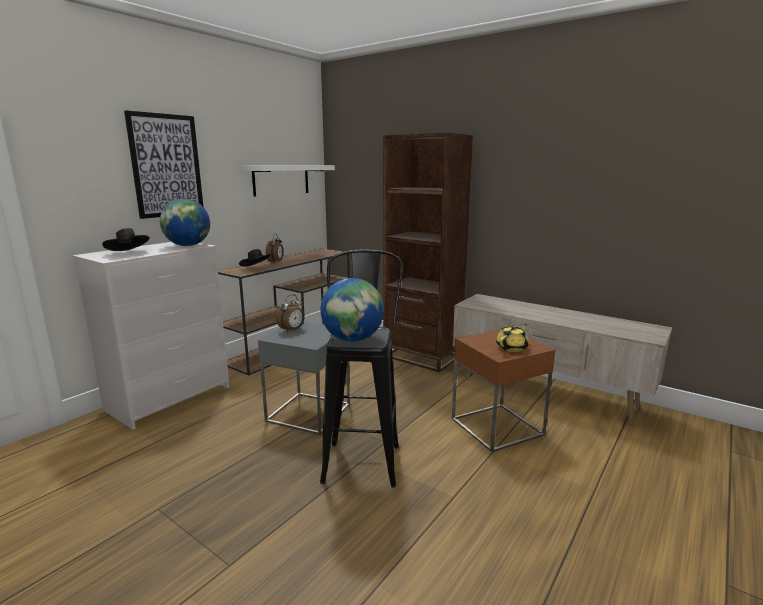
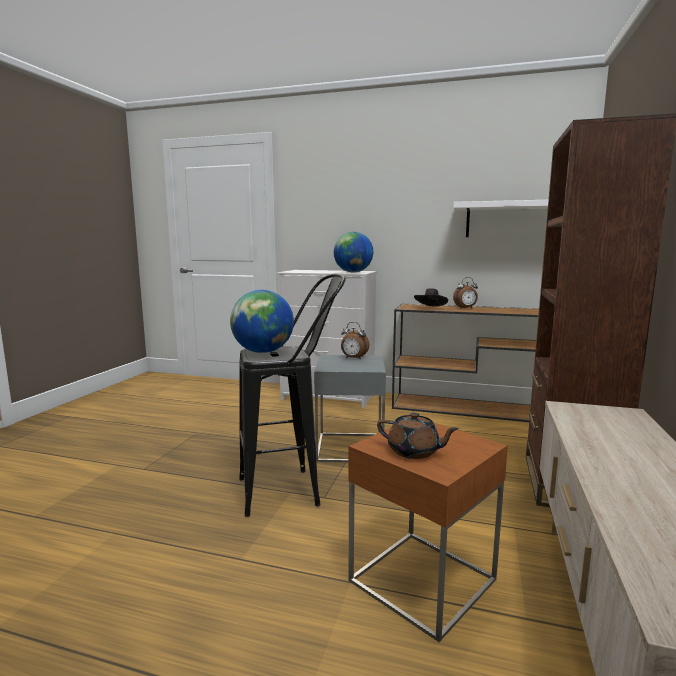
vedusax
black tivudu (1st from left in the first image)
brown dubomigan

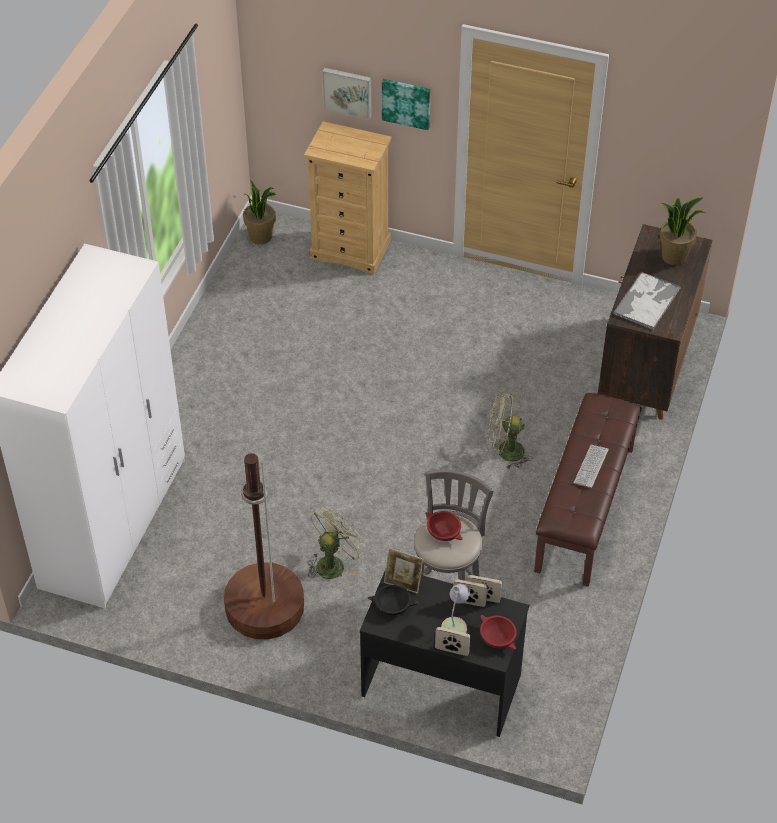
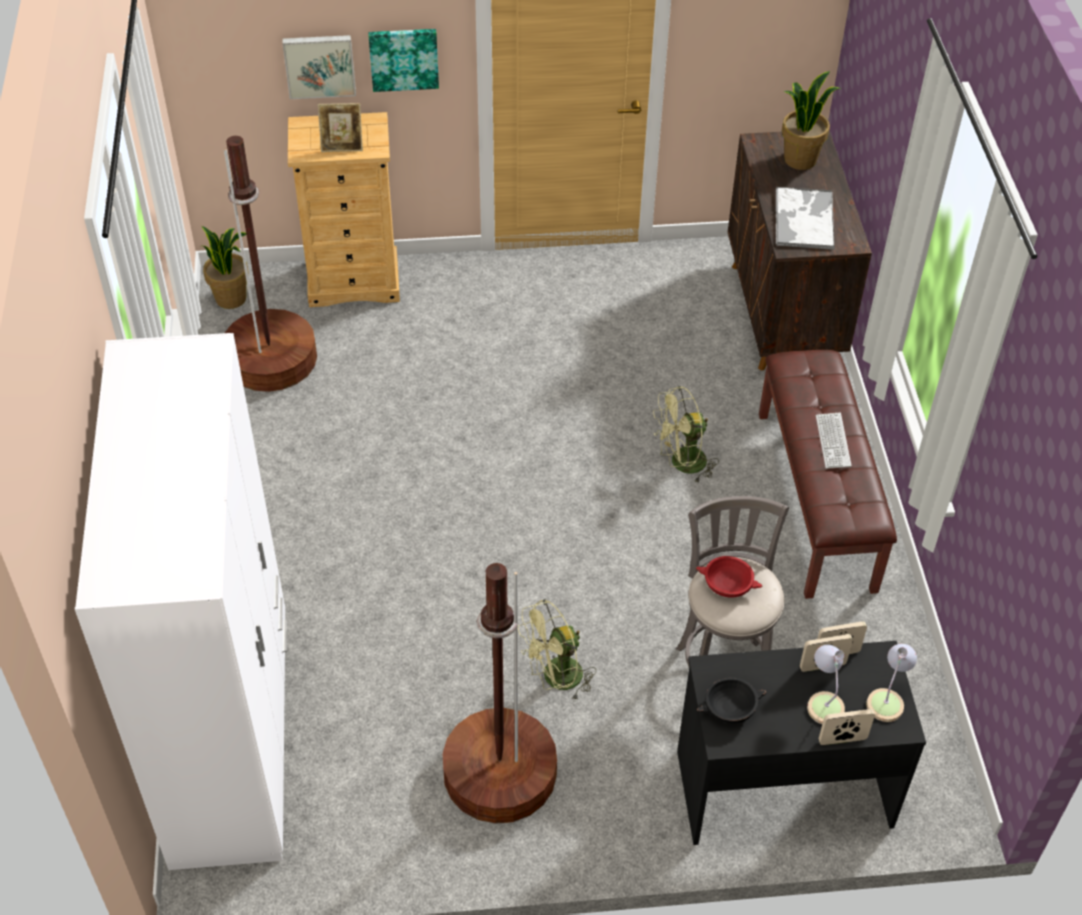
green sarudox (1st from left)
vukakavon (1st from left)
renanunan (2nd from left)
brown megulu (1st from left)

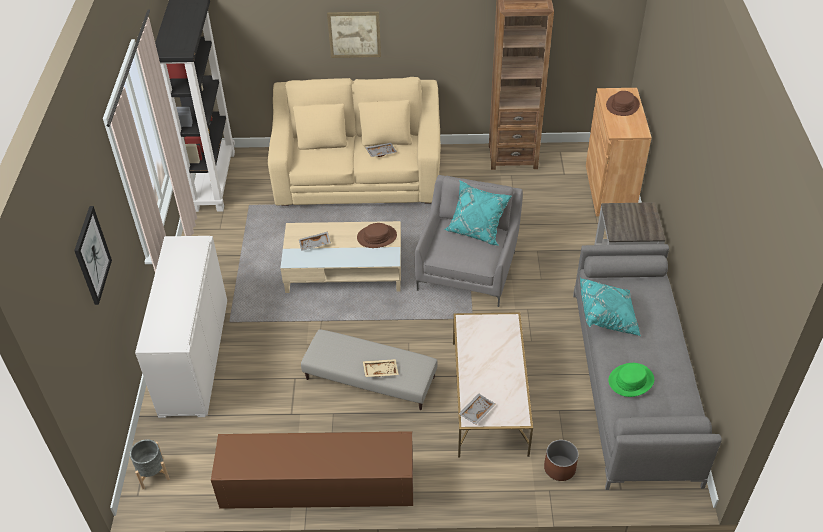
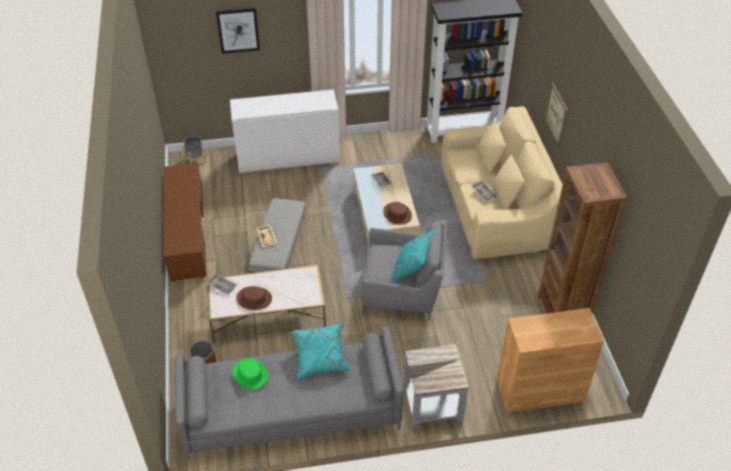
brown tivudu (1st from left)

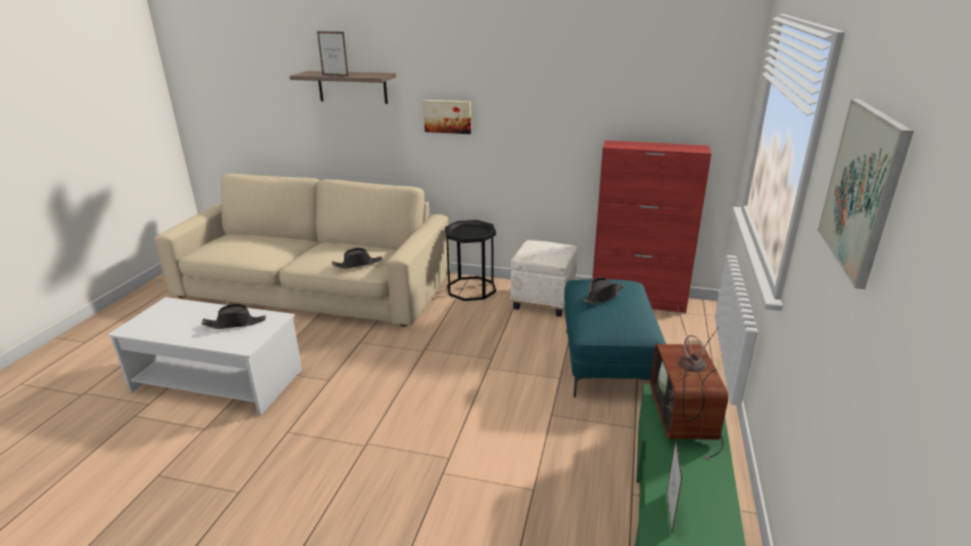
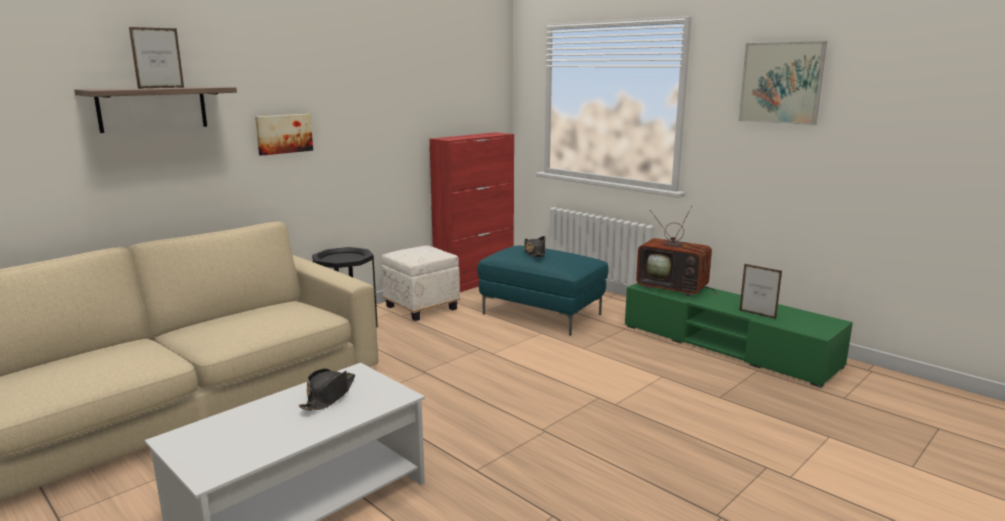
black tivudu (2nd from left in the first image)

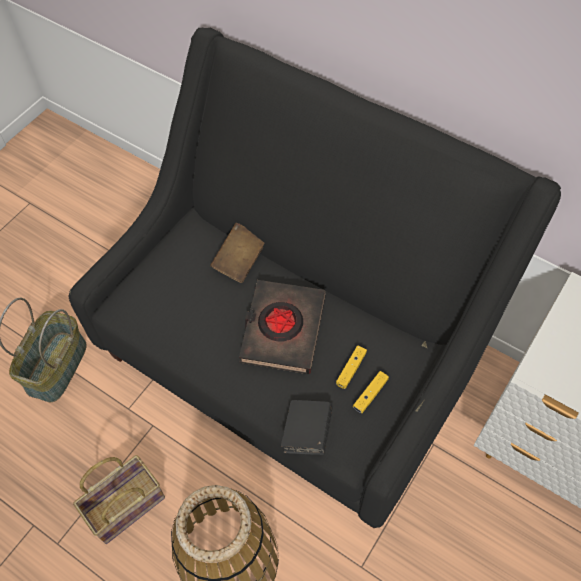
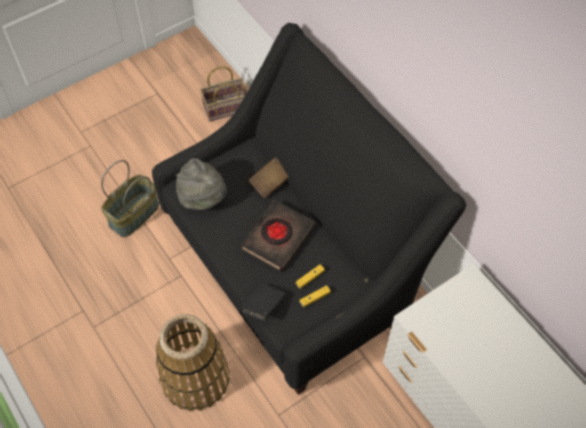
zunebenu (3rd from left)
grey tivudu

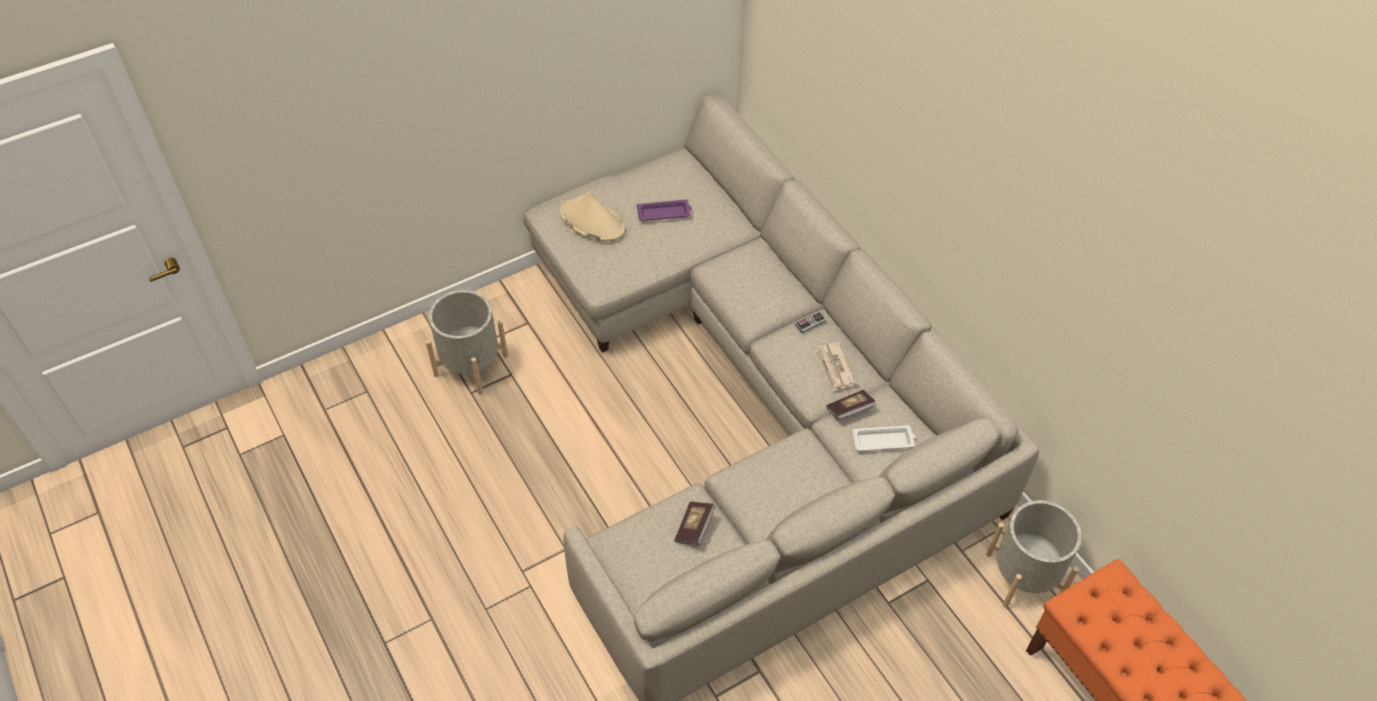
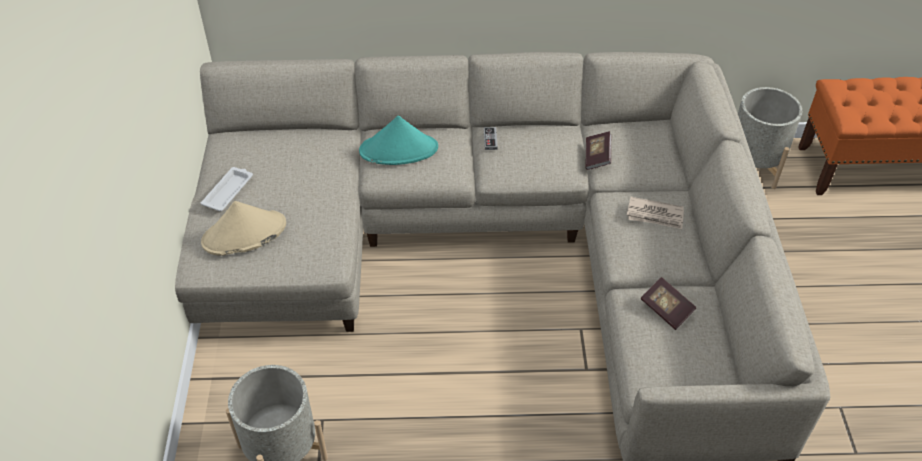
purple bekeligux
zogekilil
white bekeligux
turquoise tivudu

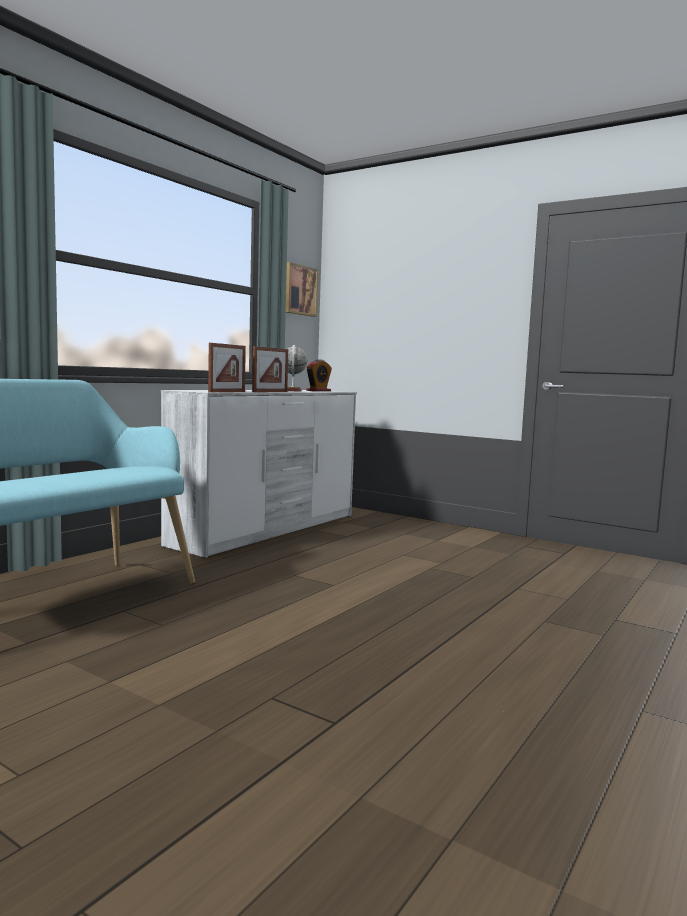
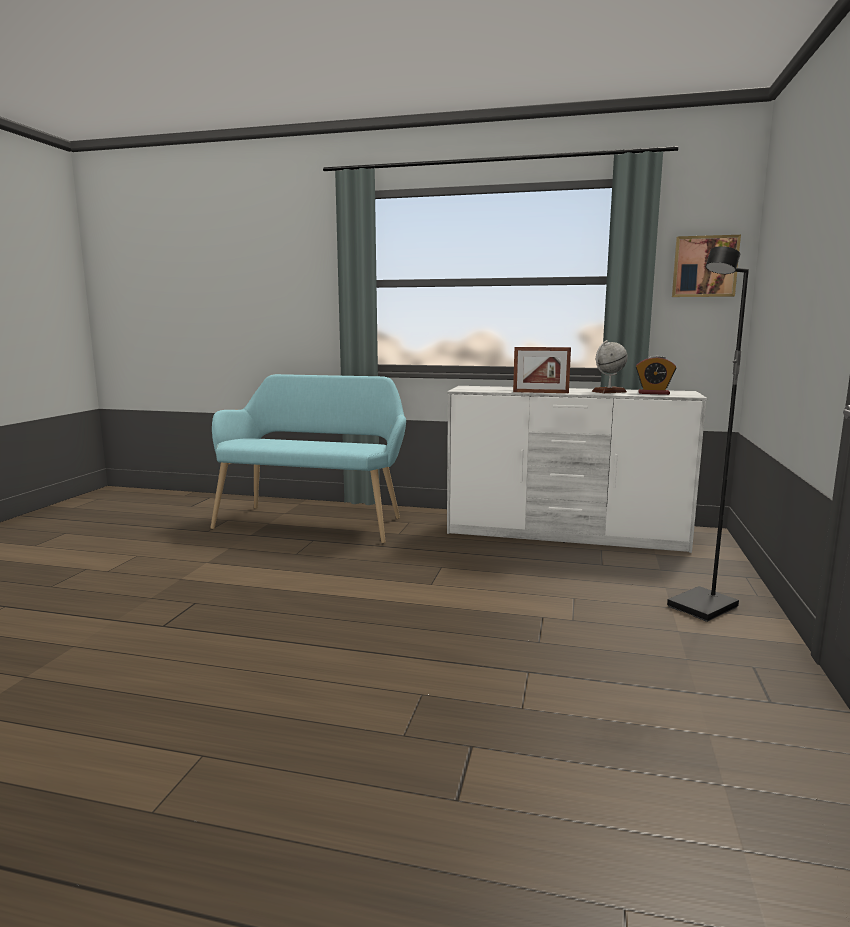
vukakavon (1st from left in the first image)
black megulu

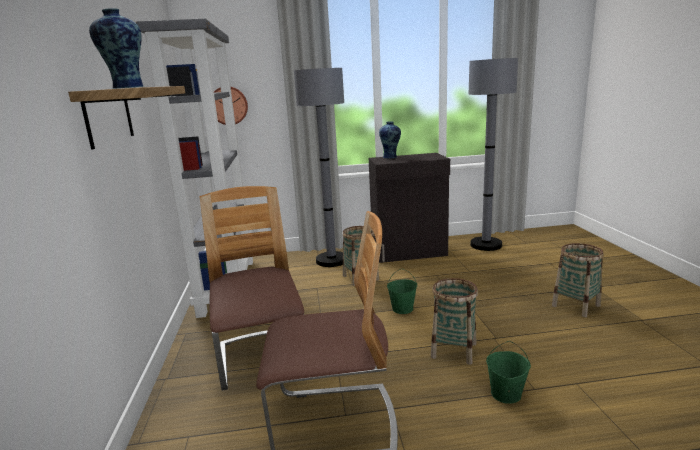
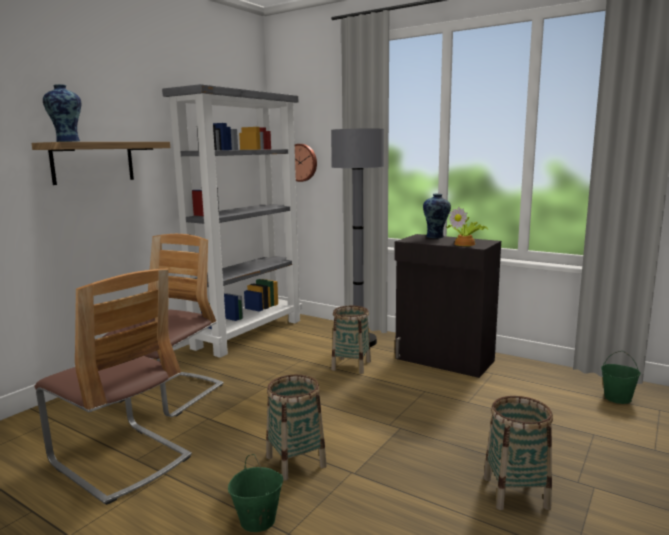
grey megulu (2nd from left in the first image)
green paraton (2nd from left)
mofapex

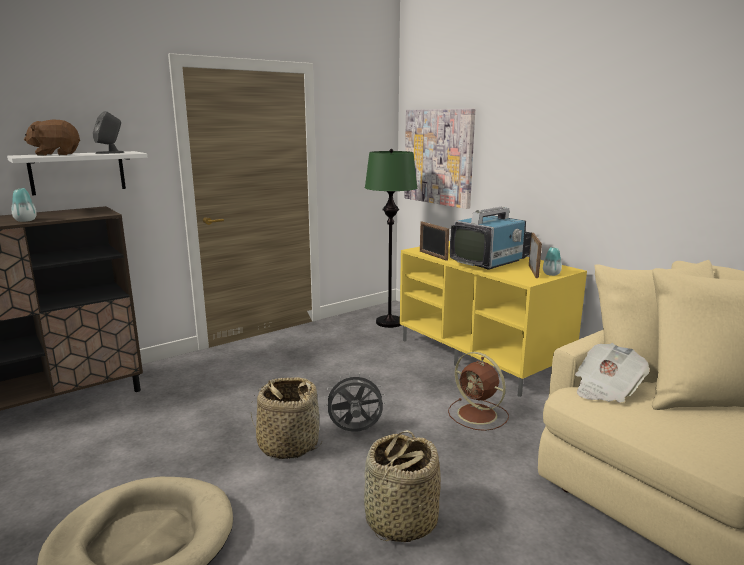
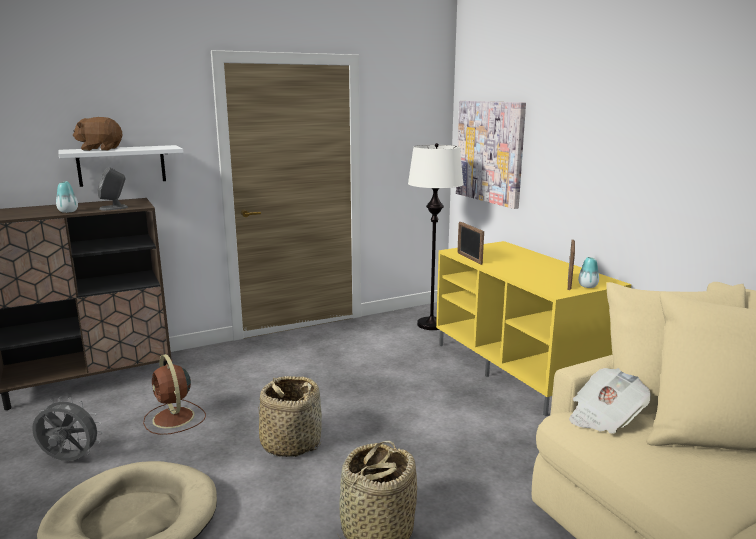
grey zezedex
white megulu
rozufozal
brown sarudox
grey sarudox

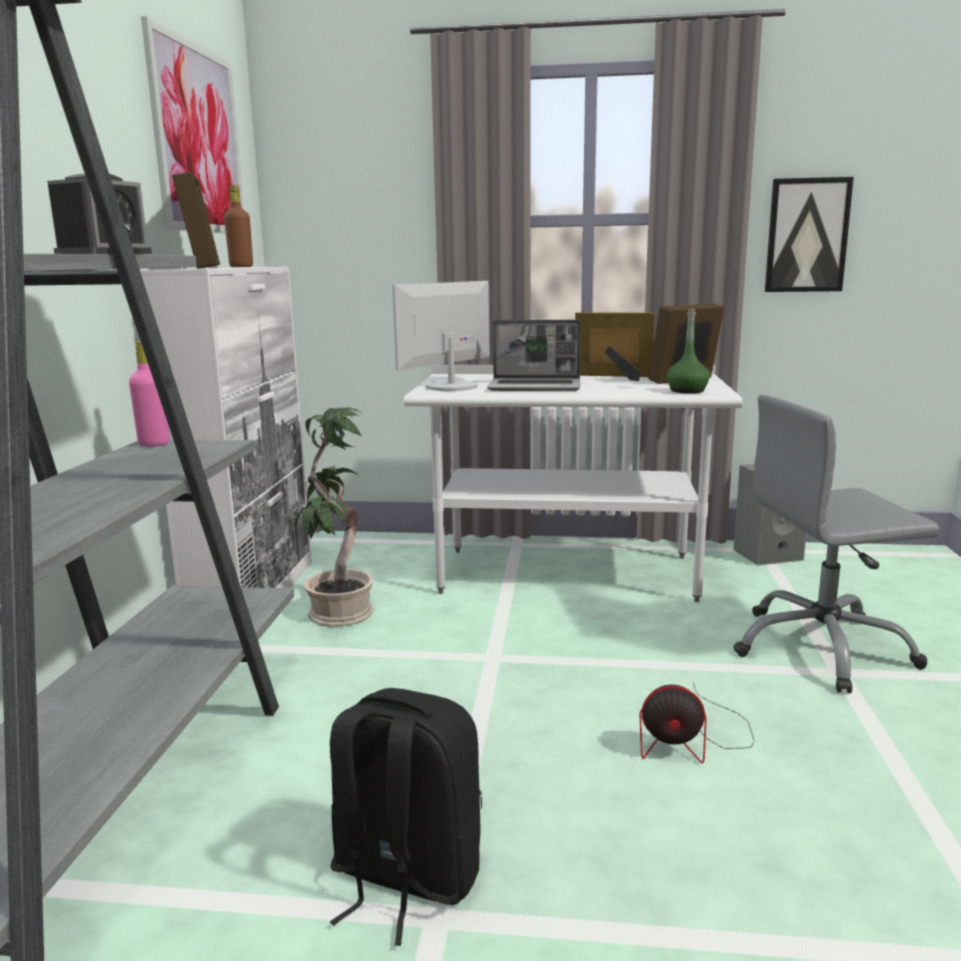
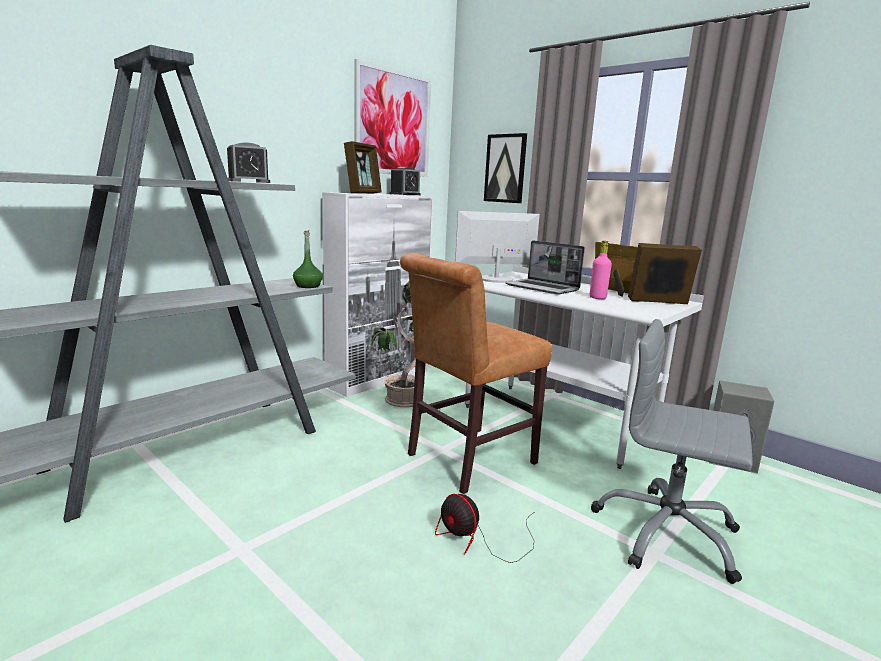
vedusax (2nd from left)
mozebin (2nd from left)
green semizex
pink semizex
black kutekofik
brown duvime

